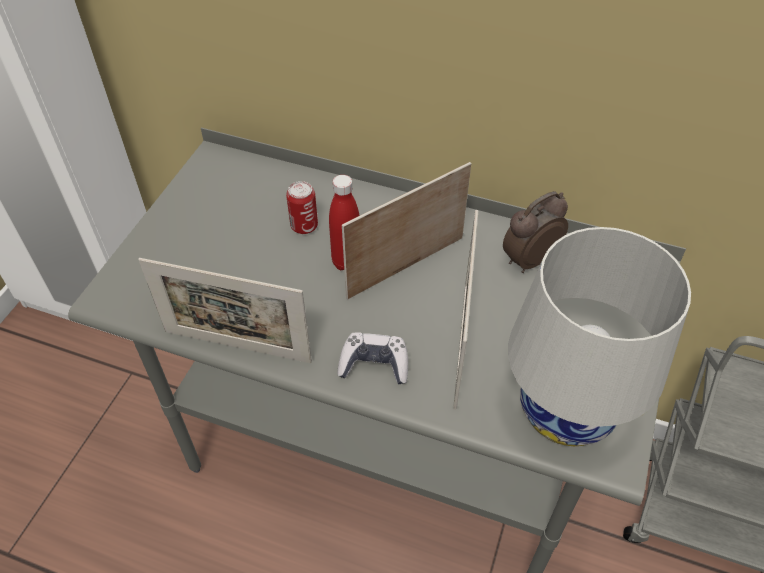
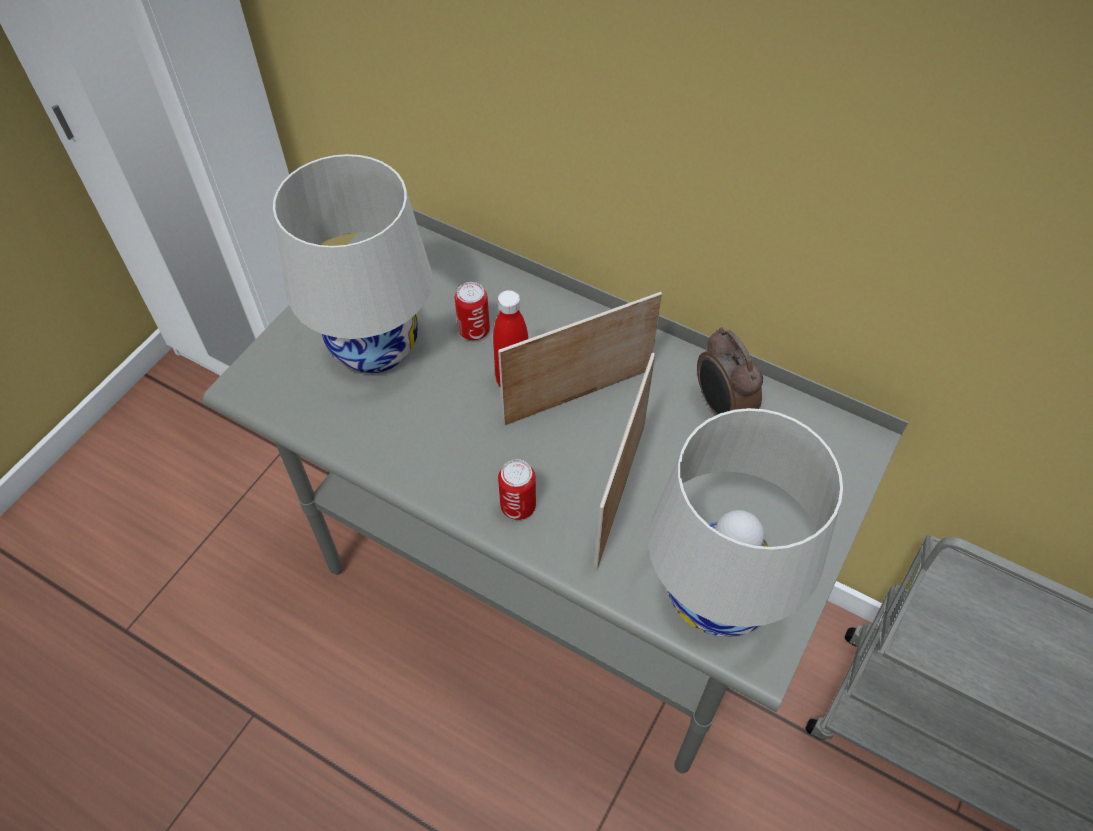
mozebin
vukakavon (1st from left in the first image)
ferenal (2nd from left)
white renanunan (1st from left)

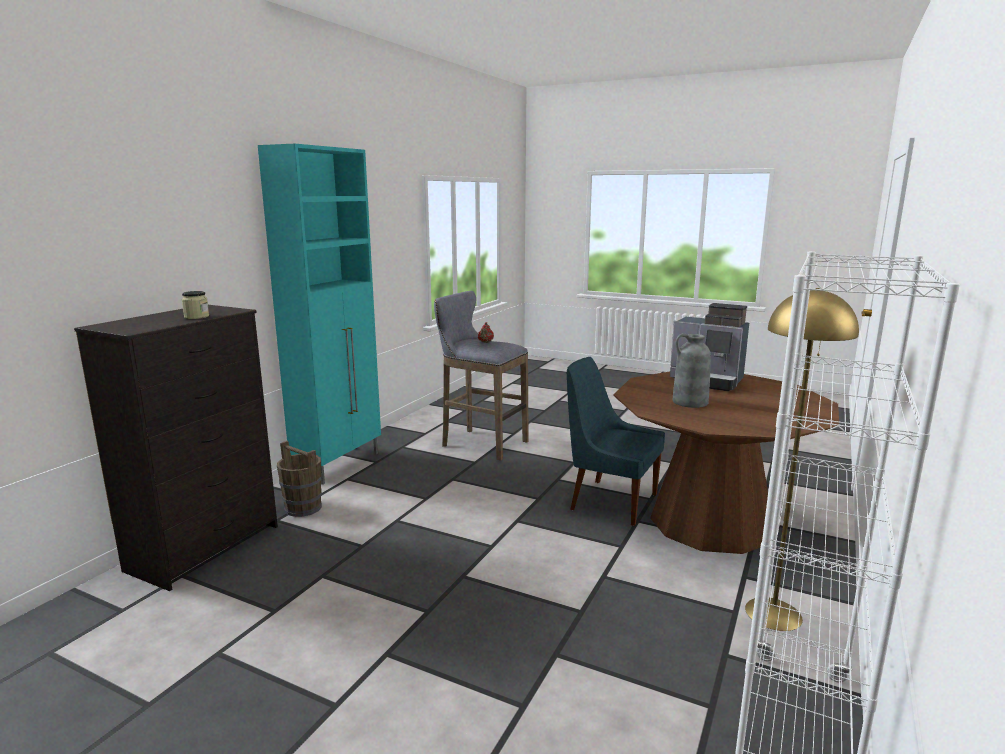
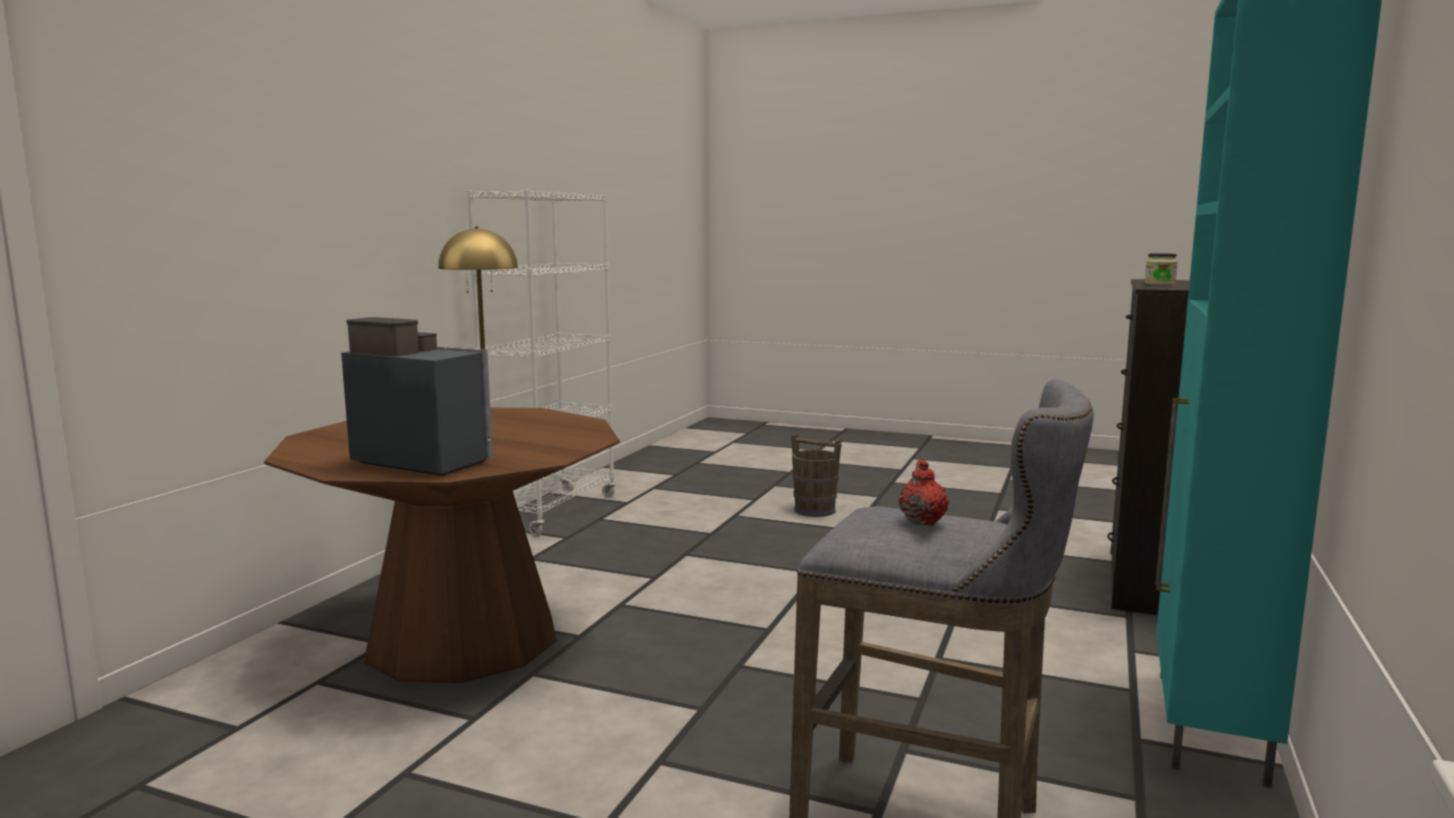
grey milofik
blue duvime
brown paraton

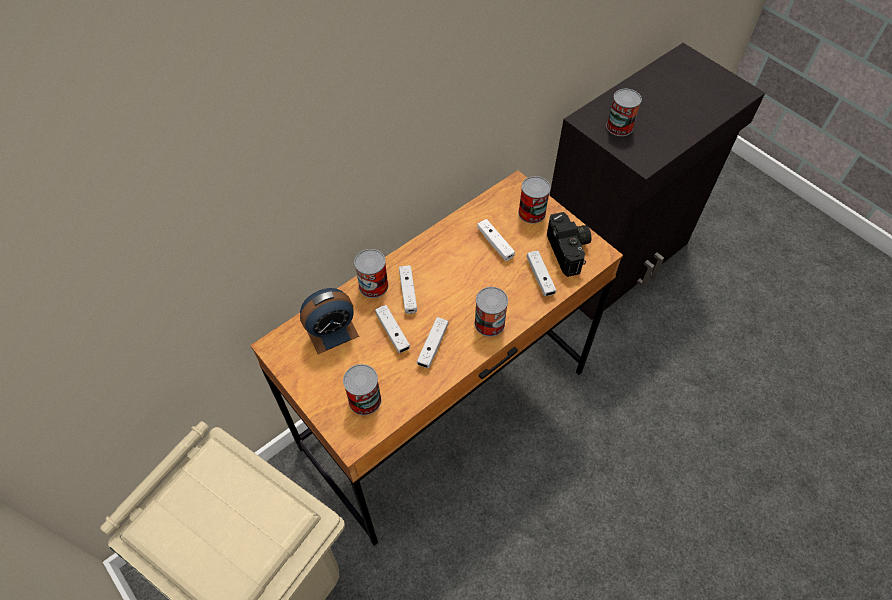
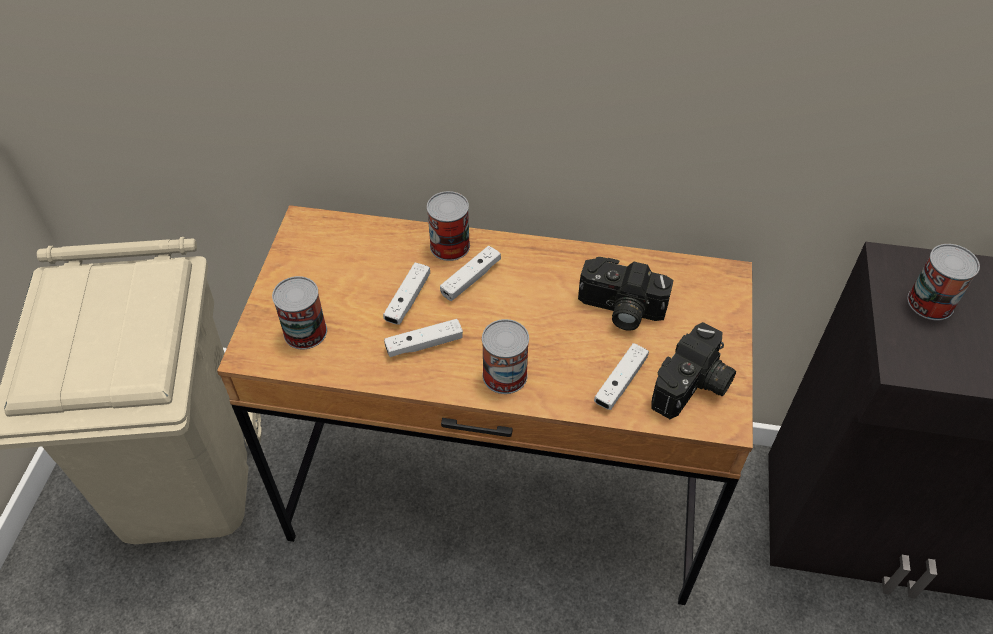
ferenal (4th from left in the first image)
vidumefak (1st from left)
mozebin

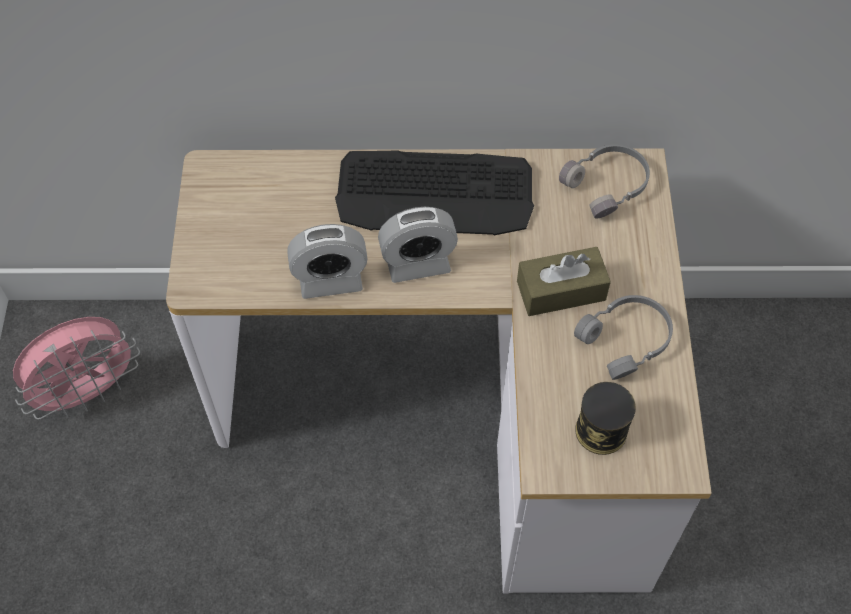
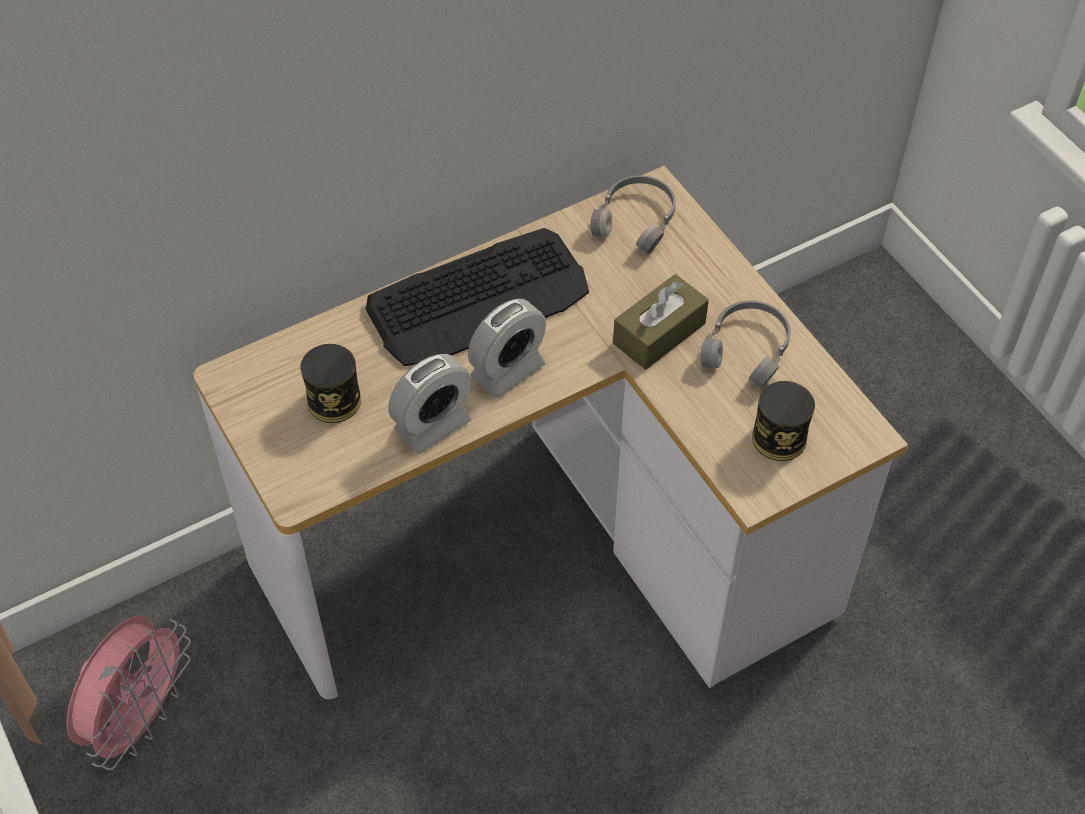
ferenal (1st from left)

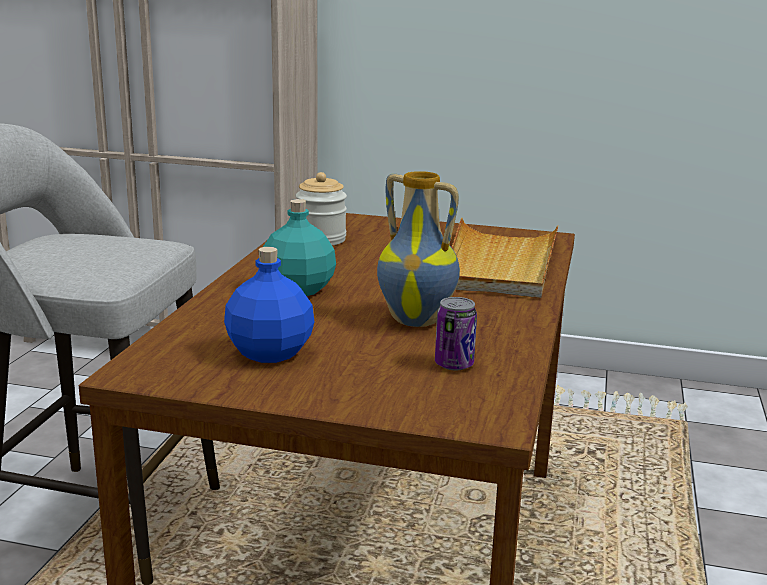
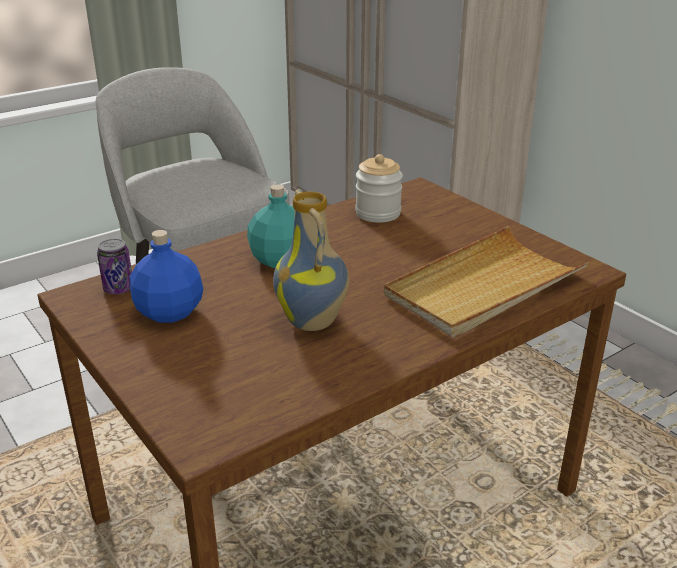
ferenal

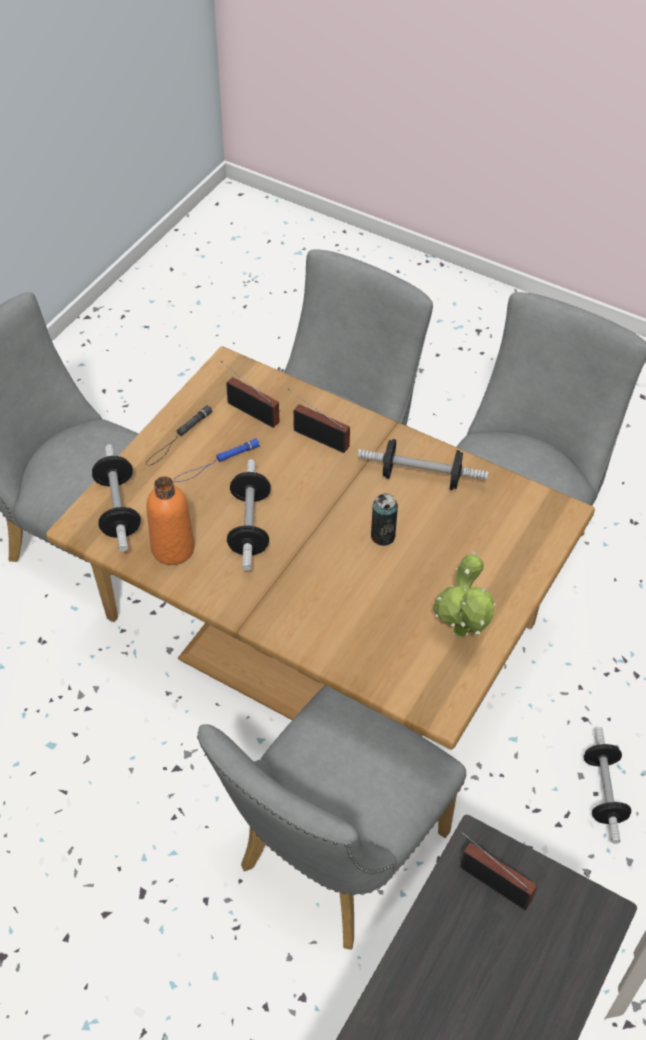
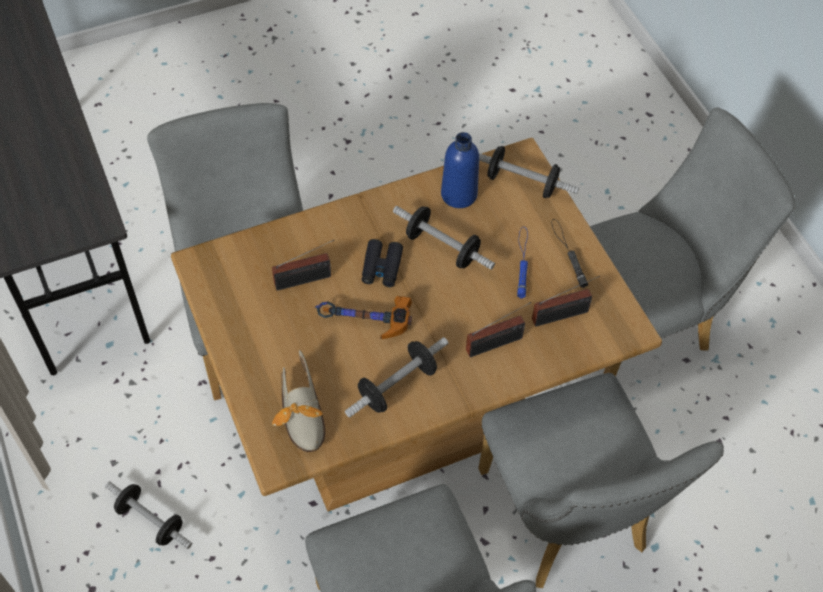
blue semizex
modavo
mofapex
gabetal (1st from left)
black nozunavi
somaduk

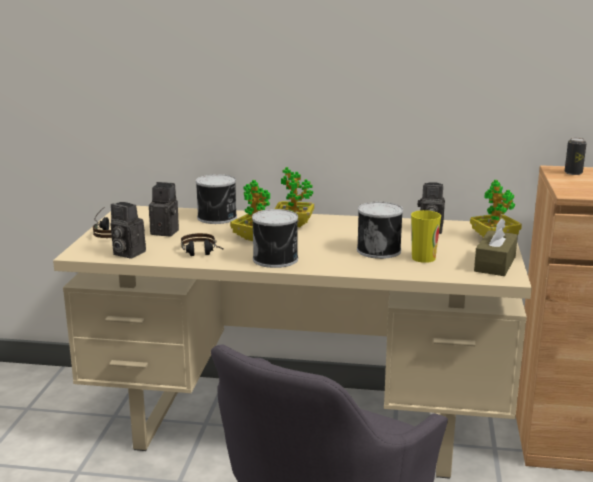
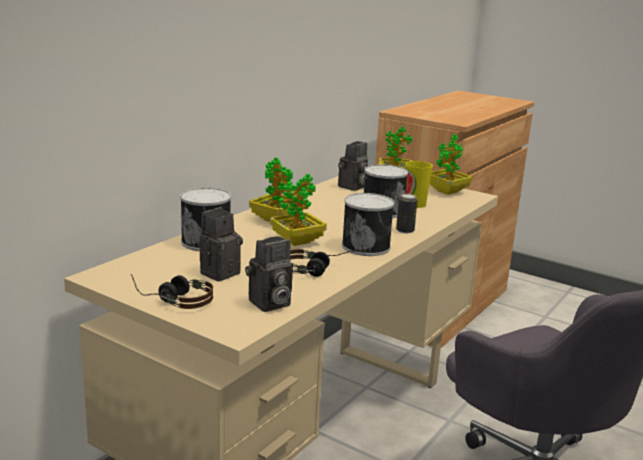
ferenal (4th from left)
mofapex (4th from left)

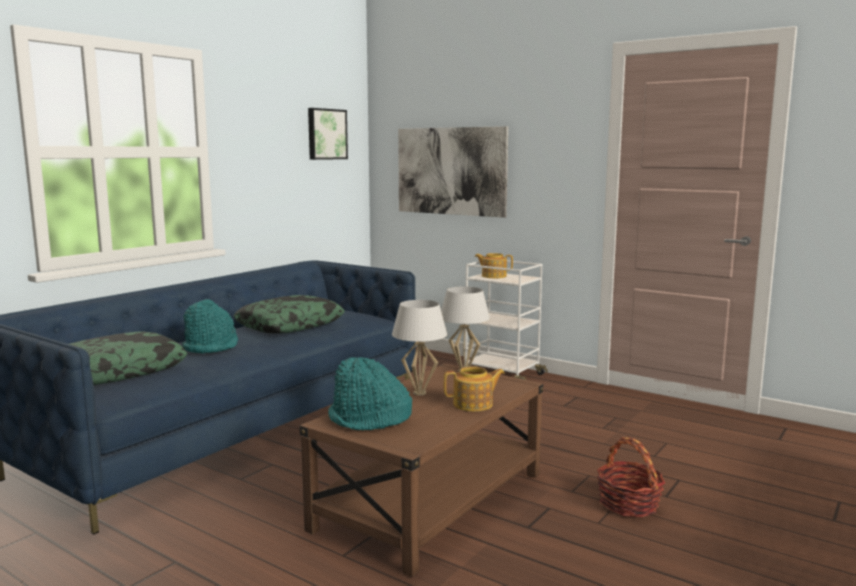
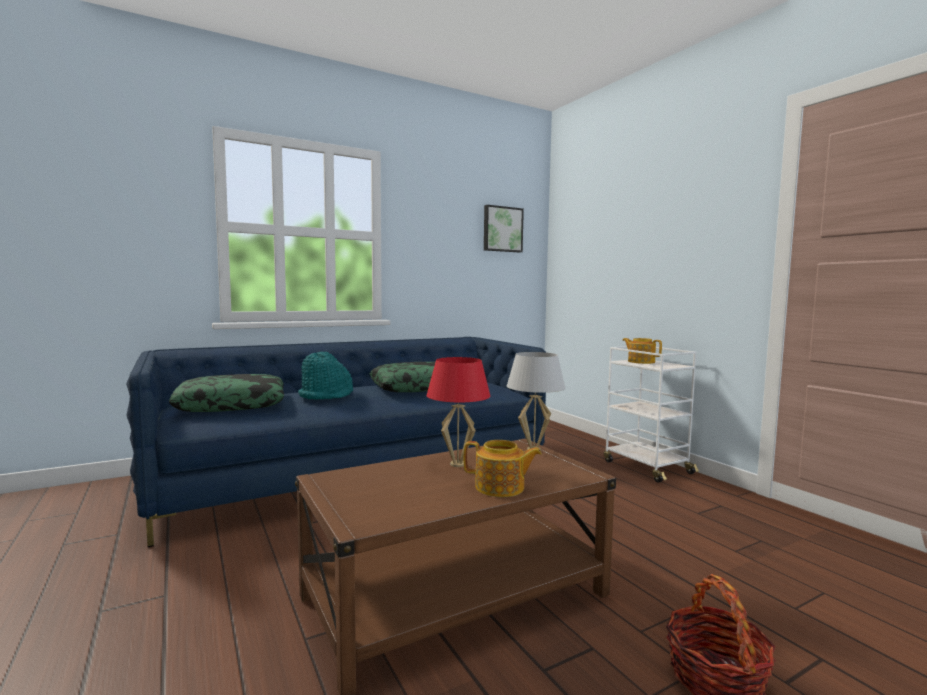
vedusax (2nd from left in the first image)
red renanunan
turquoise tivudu (2nd from left in the first image)

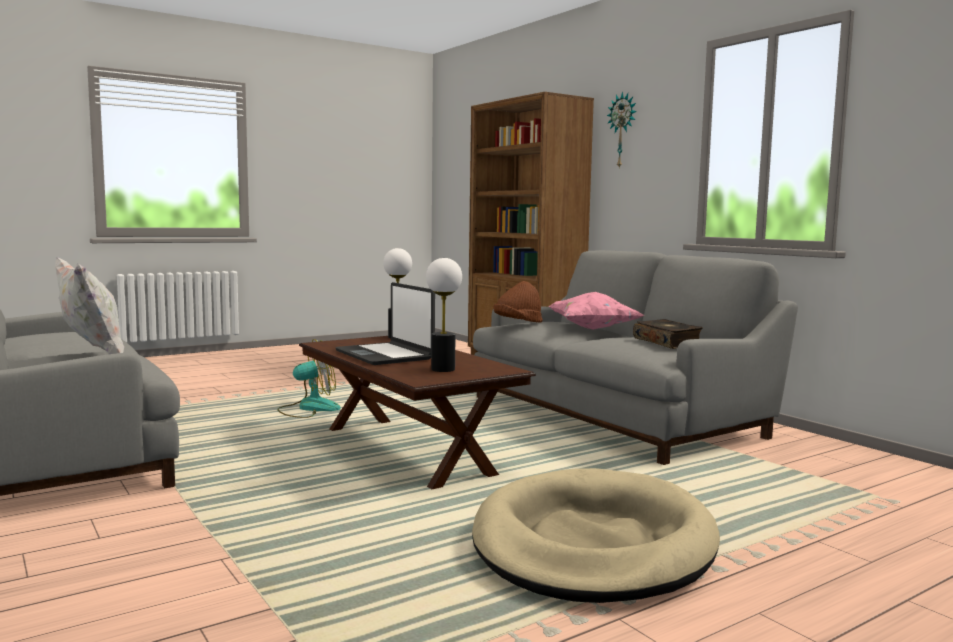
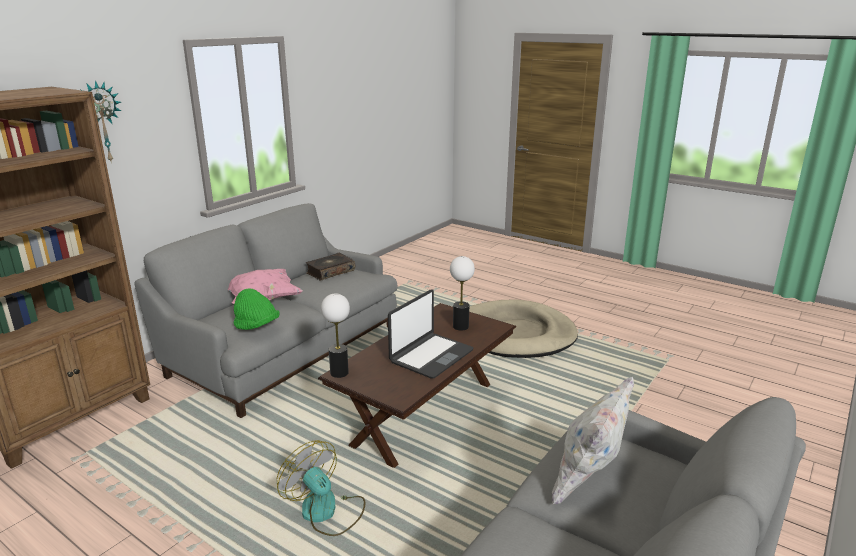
green tivudu

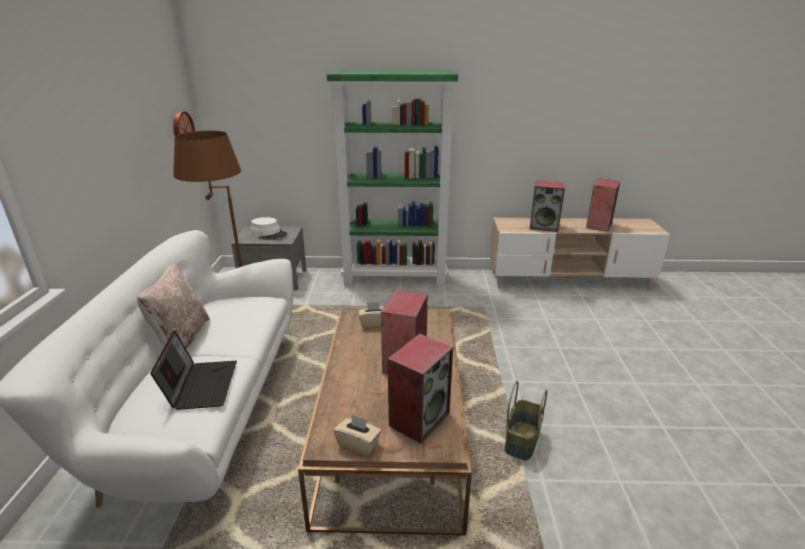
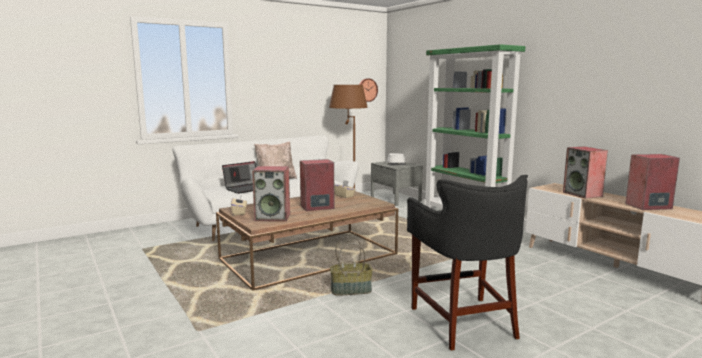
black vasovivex

